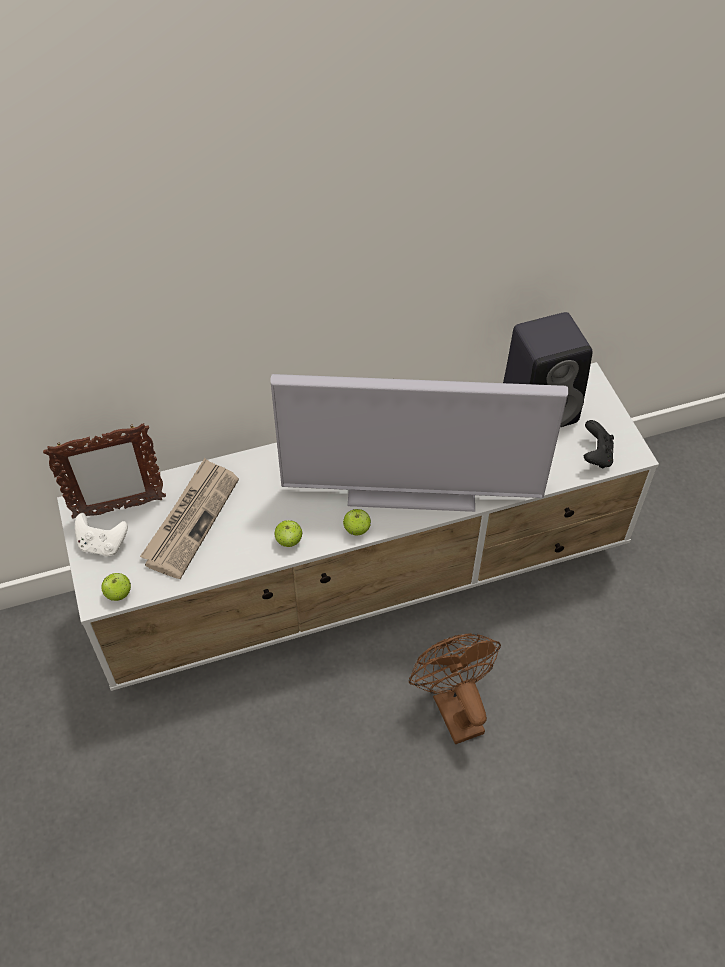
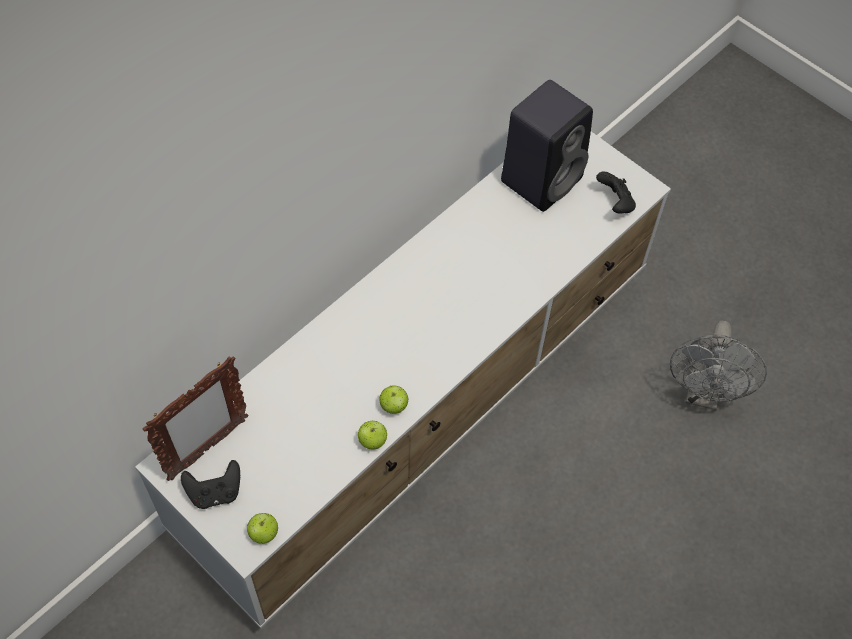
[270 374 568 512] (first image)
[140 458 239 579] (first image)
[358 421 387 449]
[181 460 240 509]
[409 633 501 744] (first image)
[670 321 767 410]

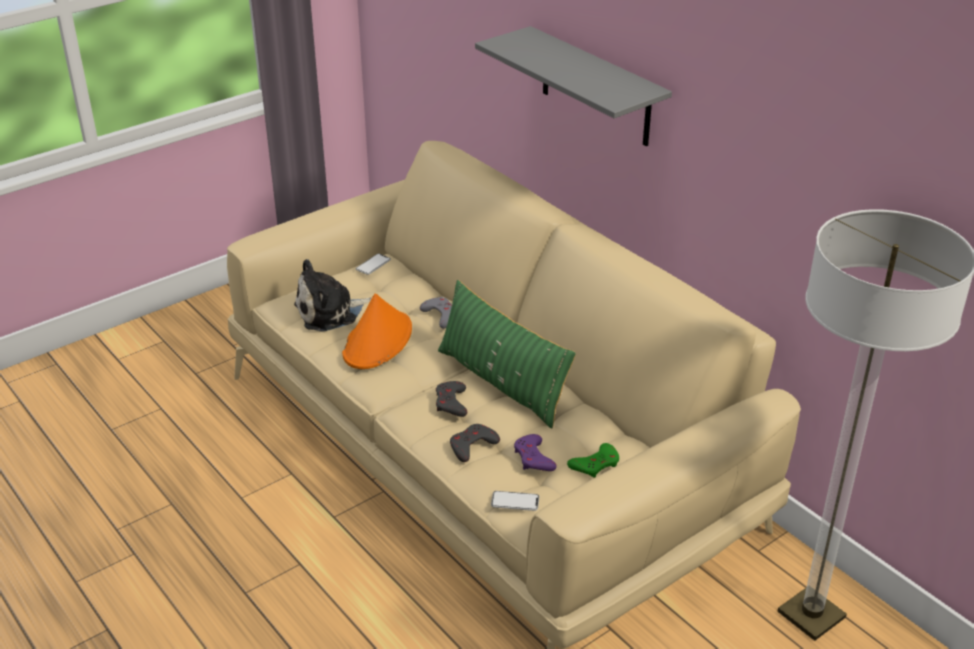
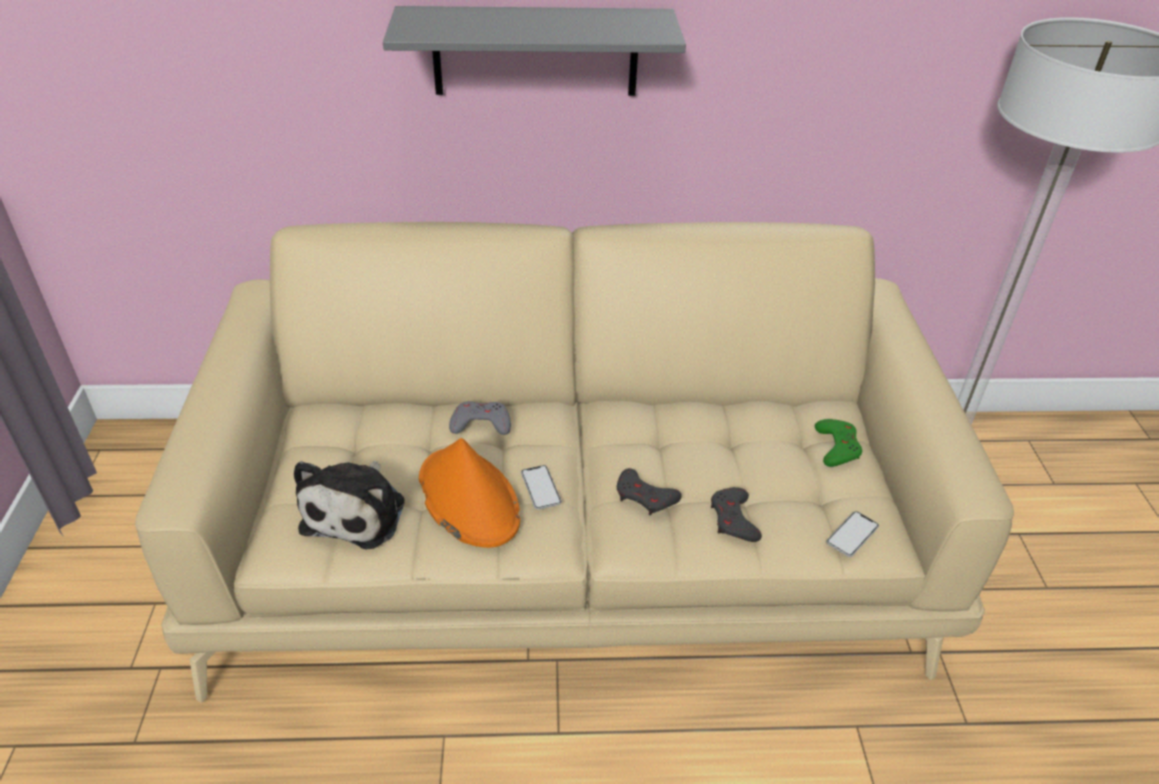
[521 465 562 510]
[438 280 576 429] (first image)
[514 434 557 471] (first image)

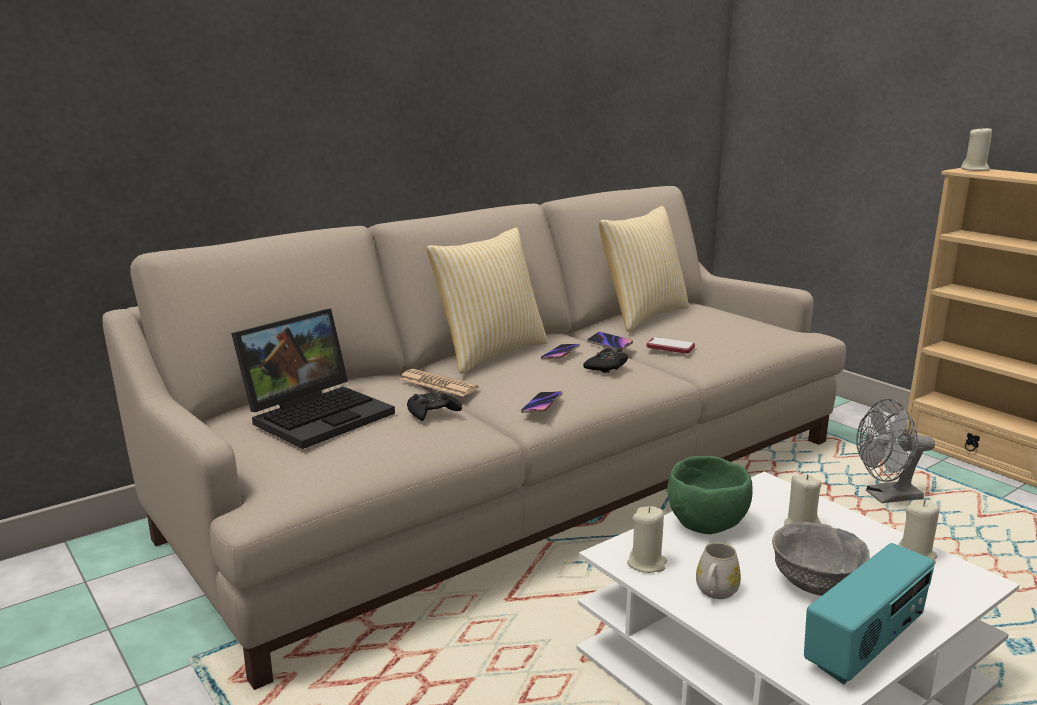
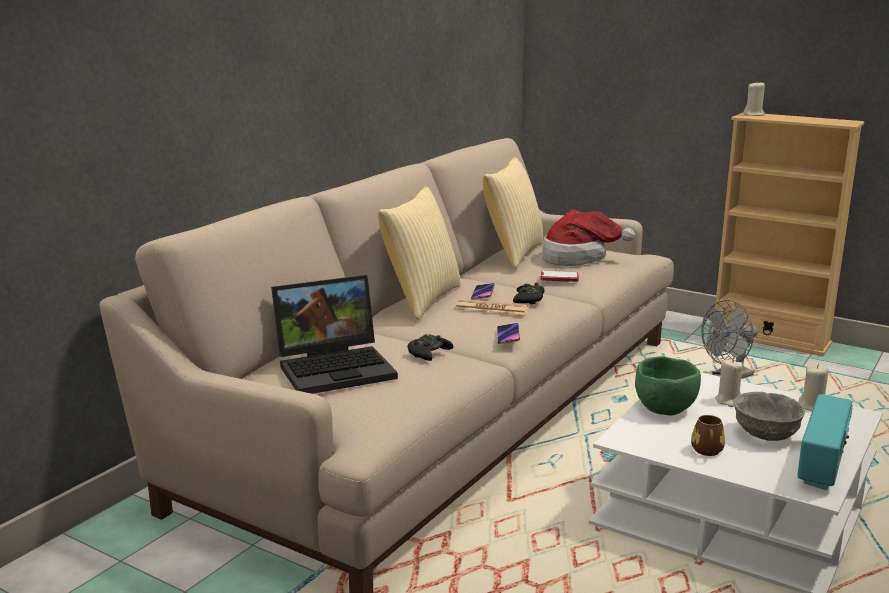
[271 275 398 394]
[587 332 633 350] (first image)
[455 299 528 315]
[627 506 667 573] (first image)
[691 415 725 456]
[542 209 635 266]

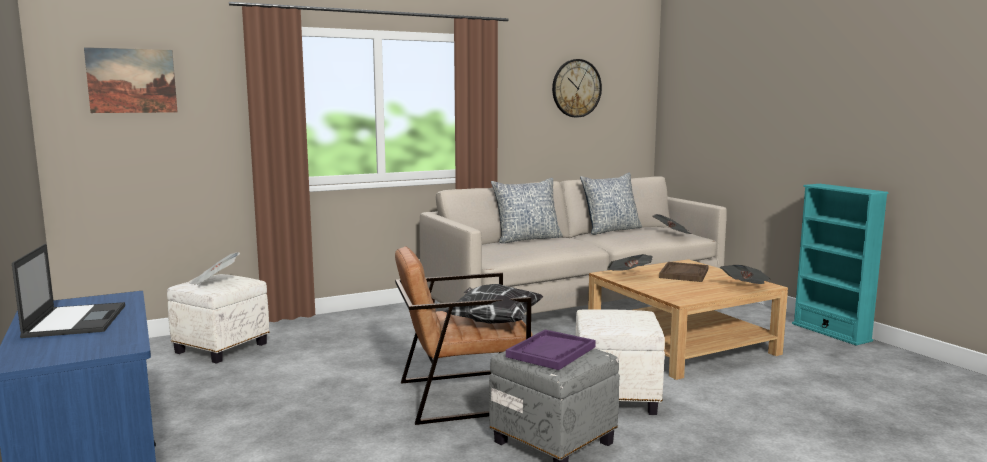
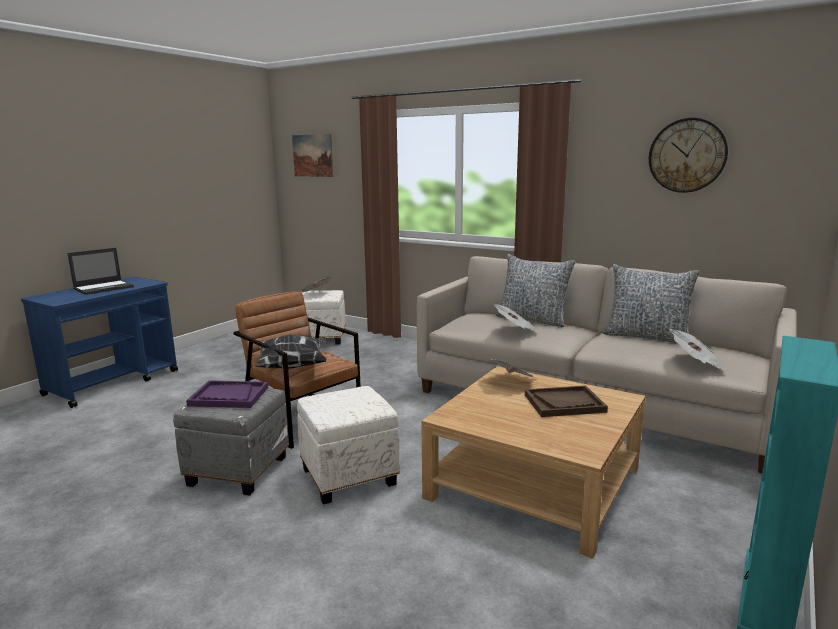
[491 303 537 332]

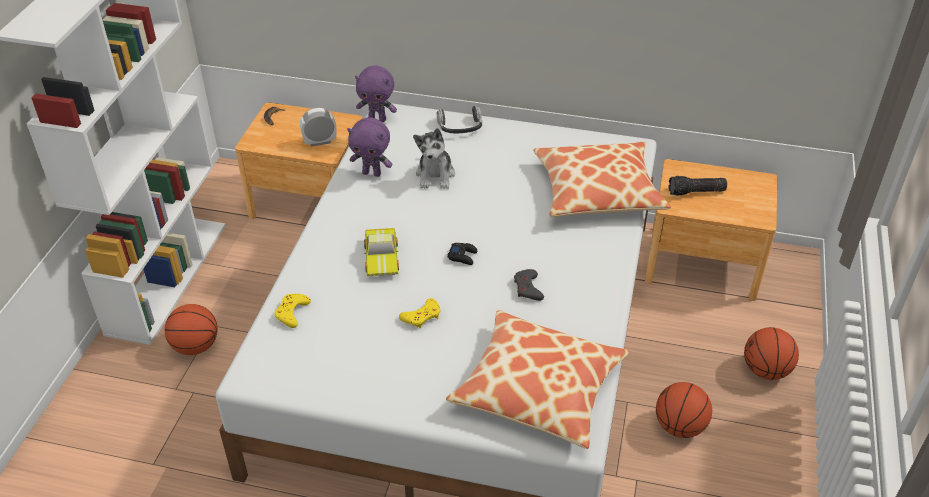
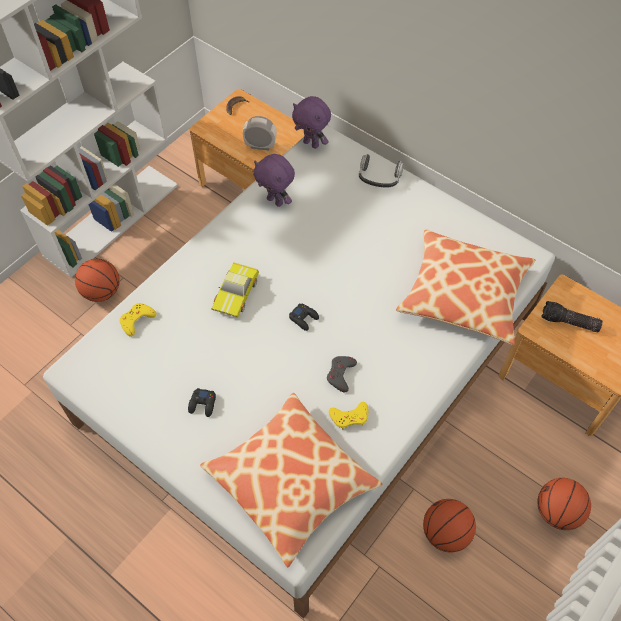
[413 128 455 189] (first image)
[329 402 368 430]
[188 388 216 417]

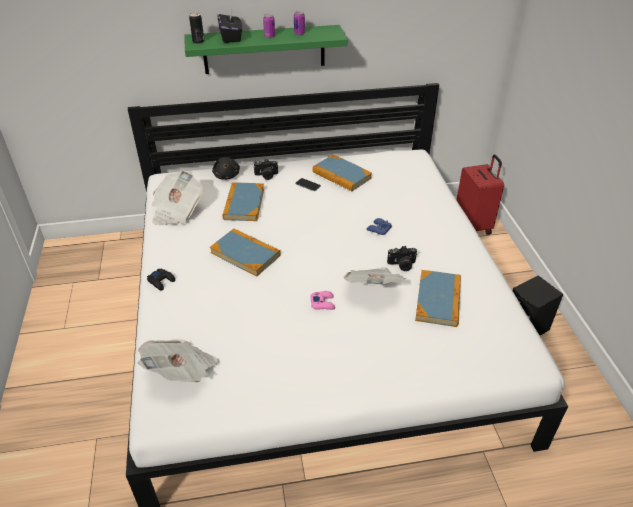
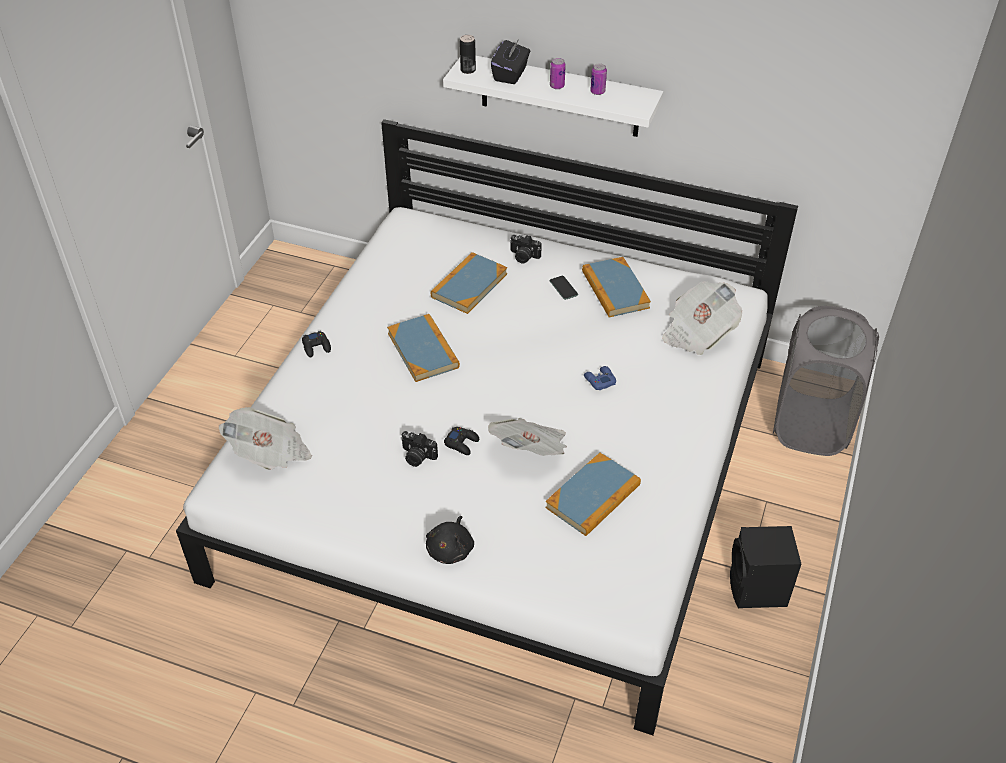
[443 56 663 137]
[773 306 879 456]
[426 516 474 564]
[662 281 742 355]
[401 431 438 467]
[444 427 479 455]

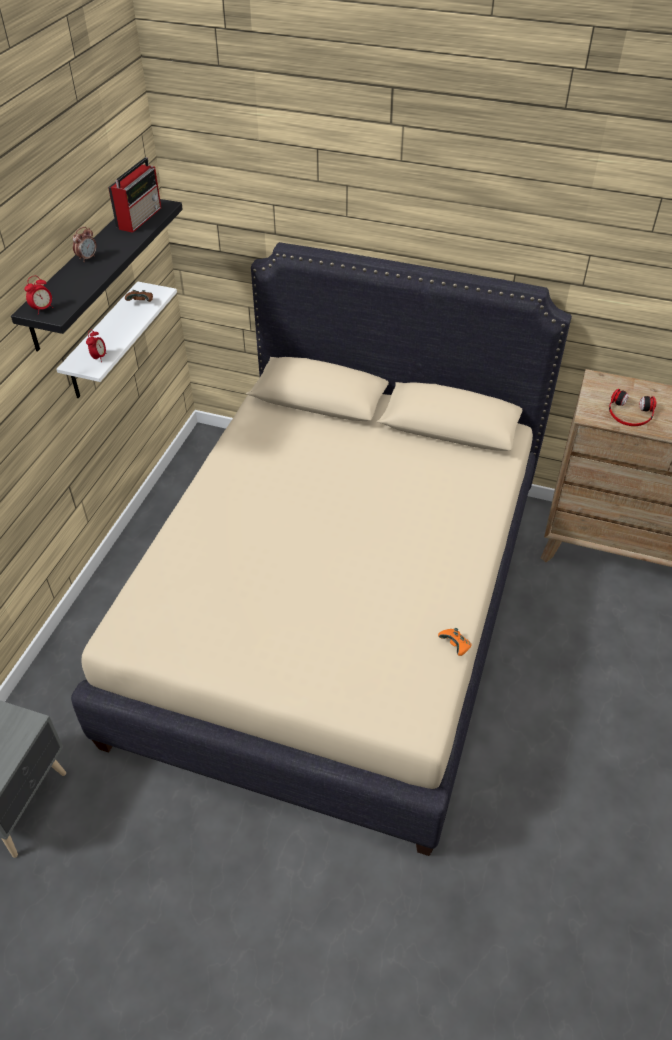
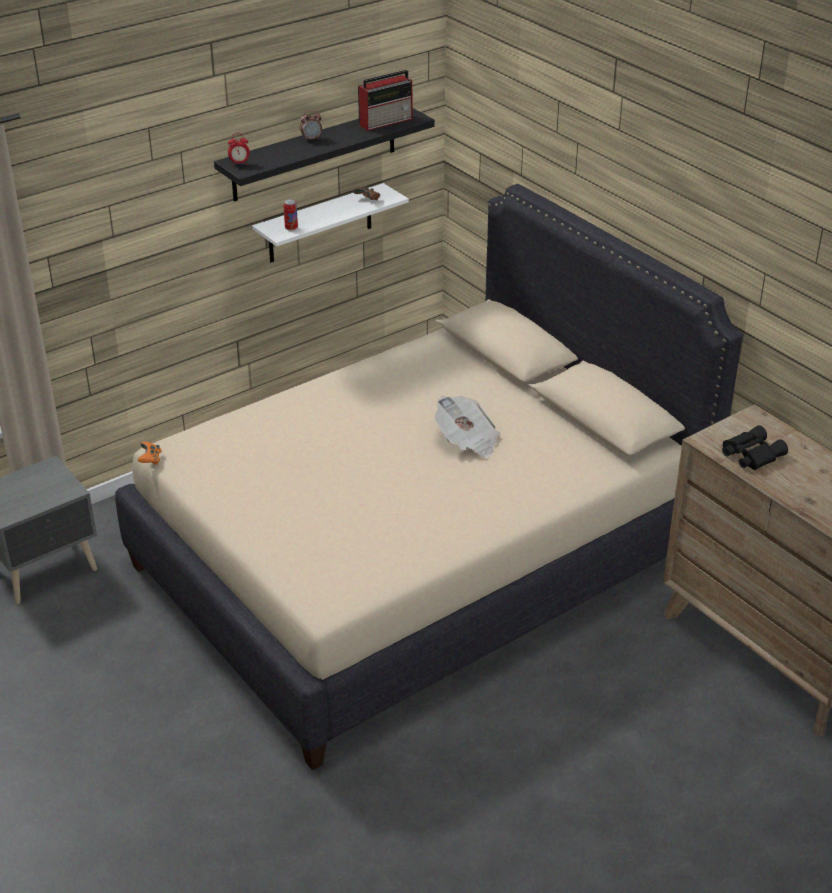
[284 199 298 231]
[722 425 788 470]
[138 442 161 465]
[434 396 500 458]

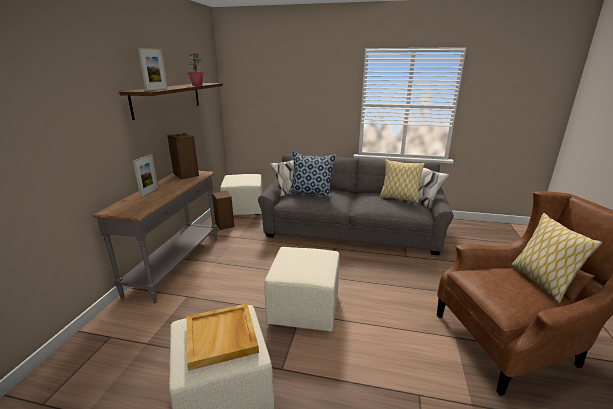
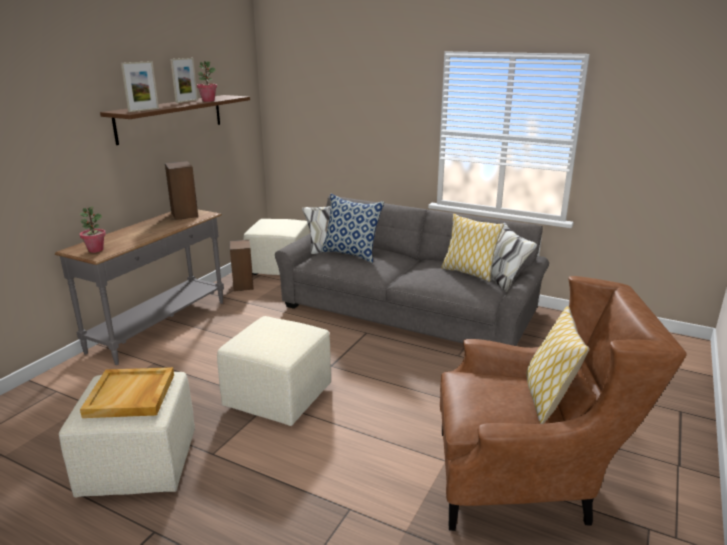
[170 58 198 103]
[80 207 106 253]

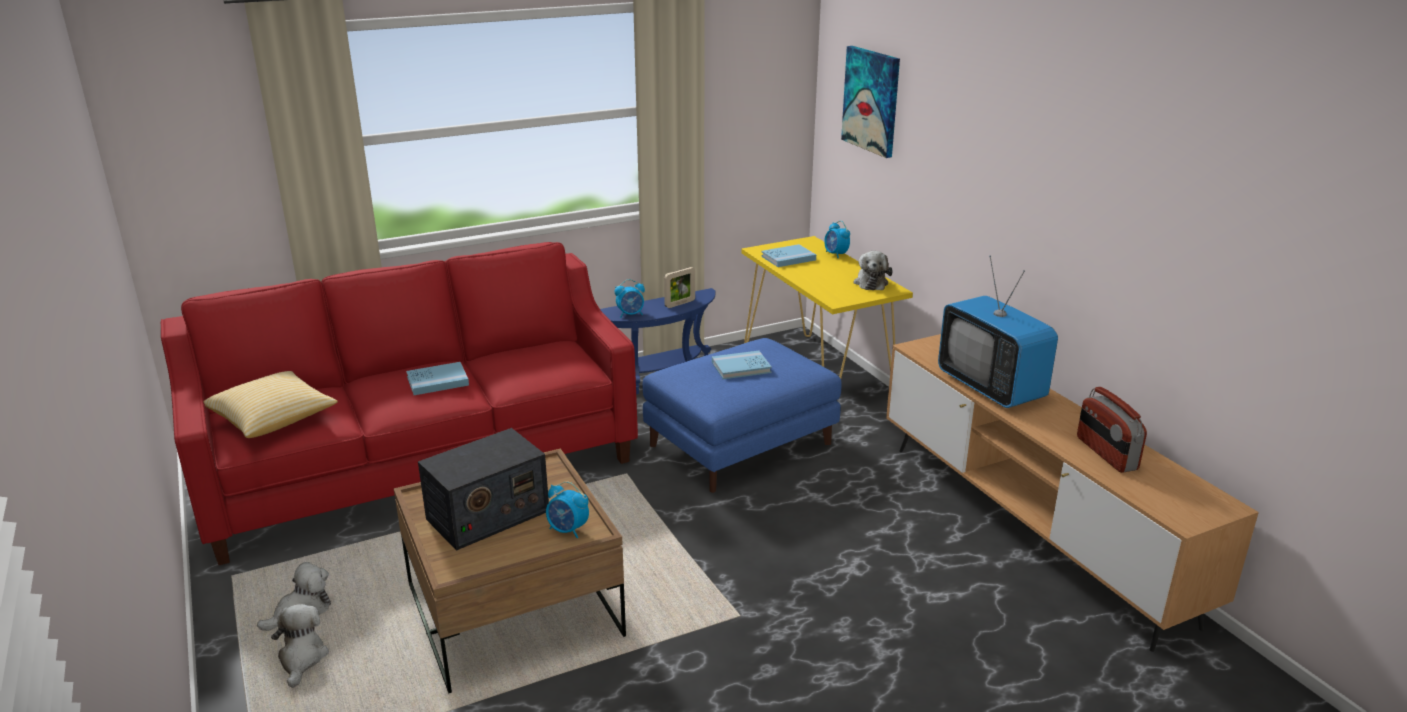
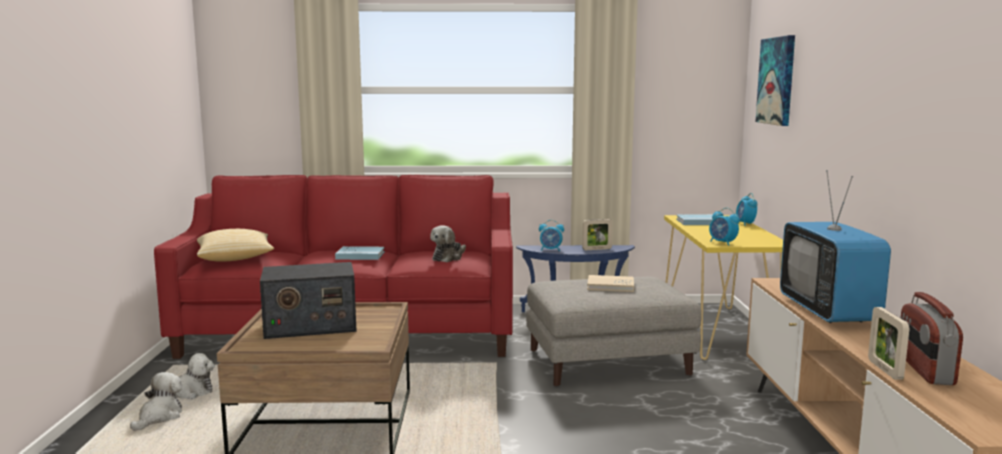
[430 225 466 262]
[526 277 702 386]
[587 275 634 292]
[709 208 740 246]
[868 307 909 380]

